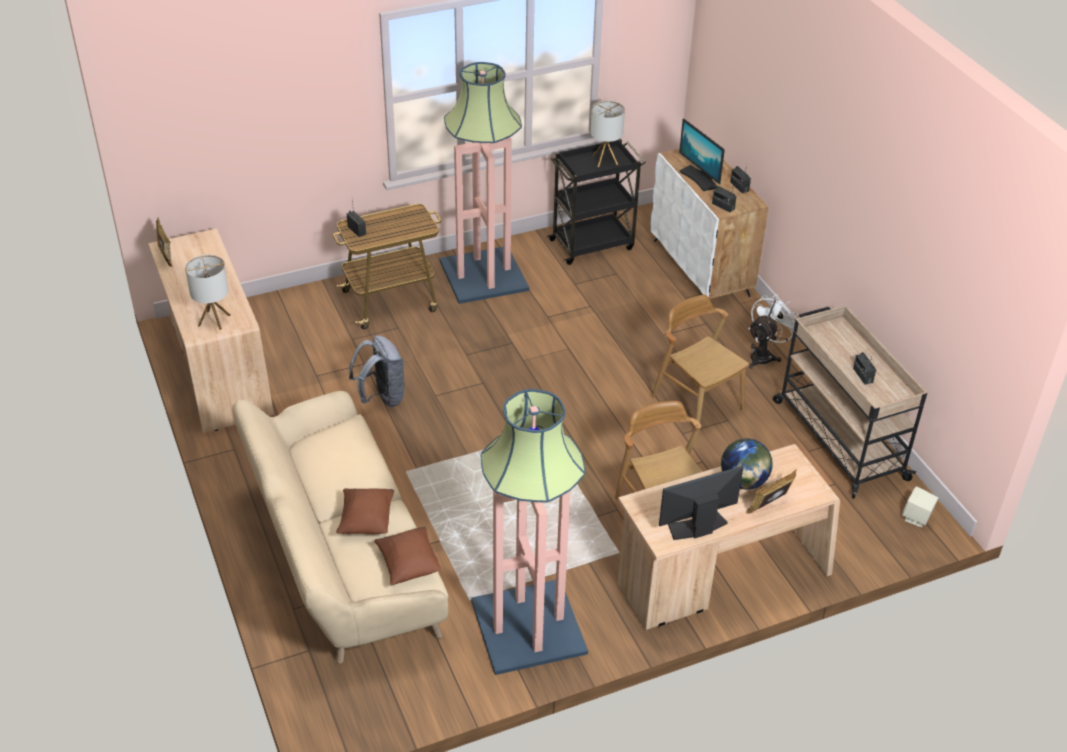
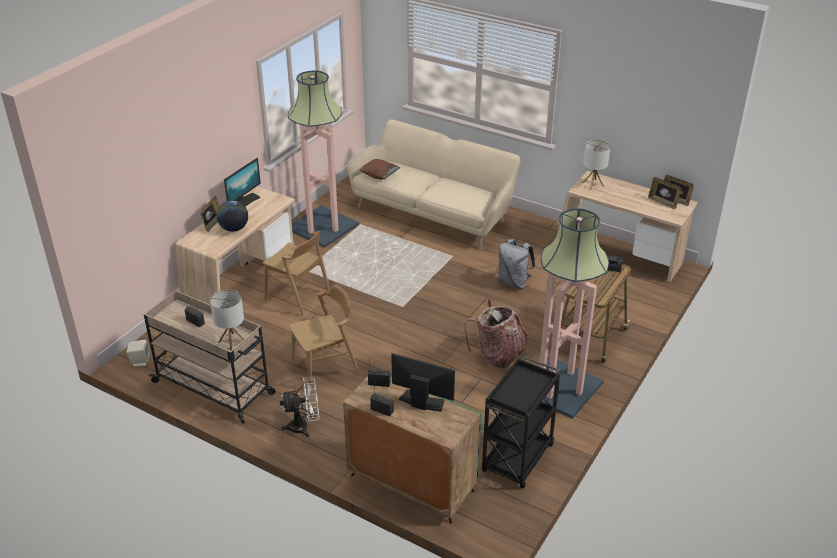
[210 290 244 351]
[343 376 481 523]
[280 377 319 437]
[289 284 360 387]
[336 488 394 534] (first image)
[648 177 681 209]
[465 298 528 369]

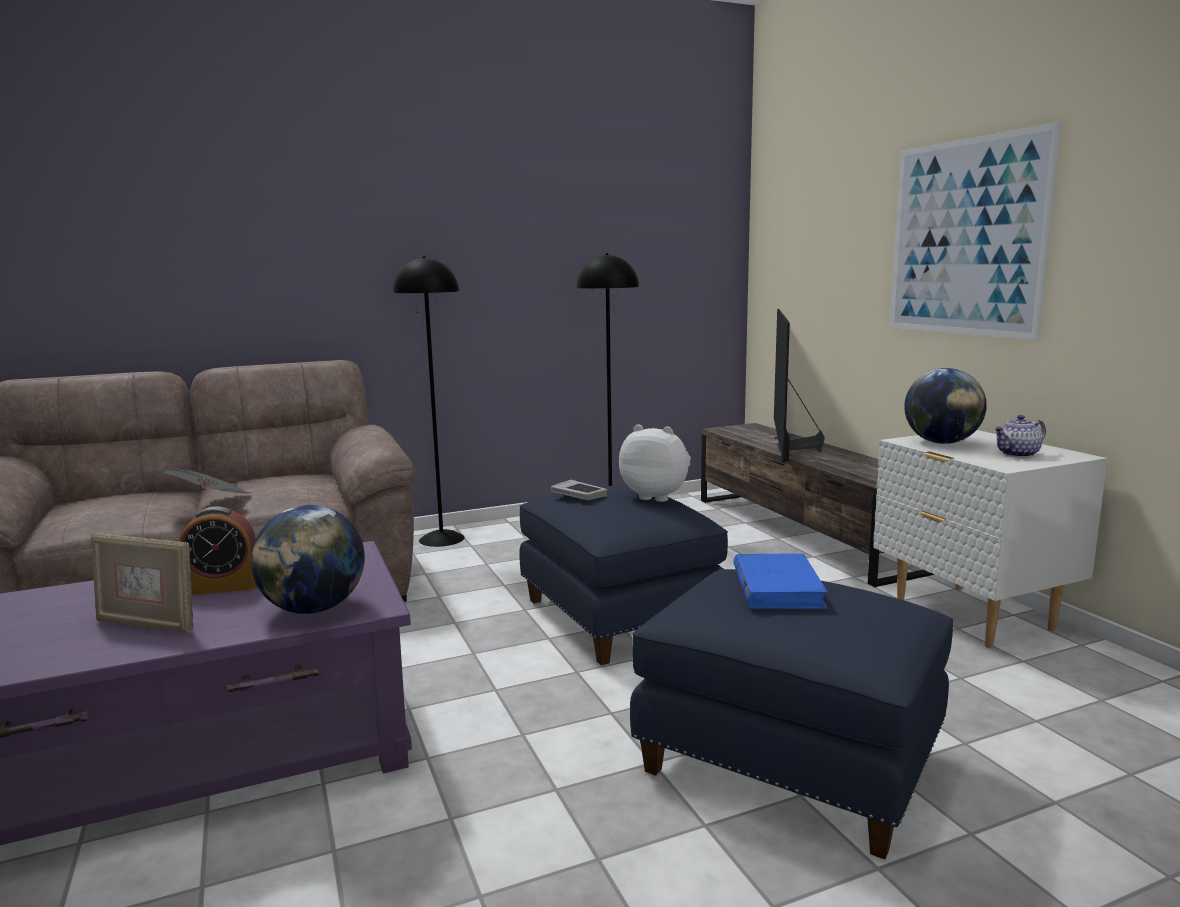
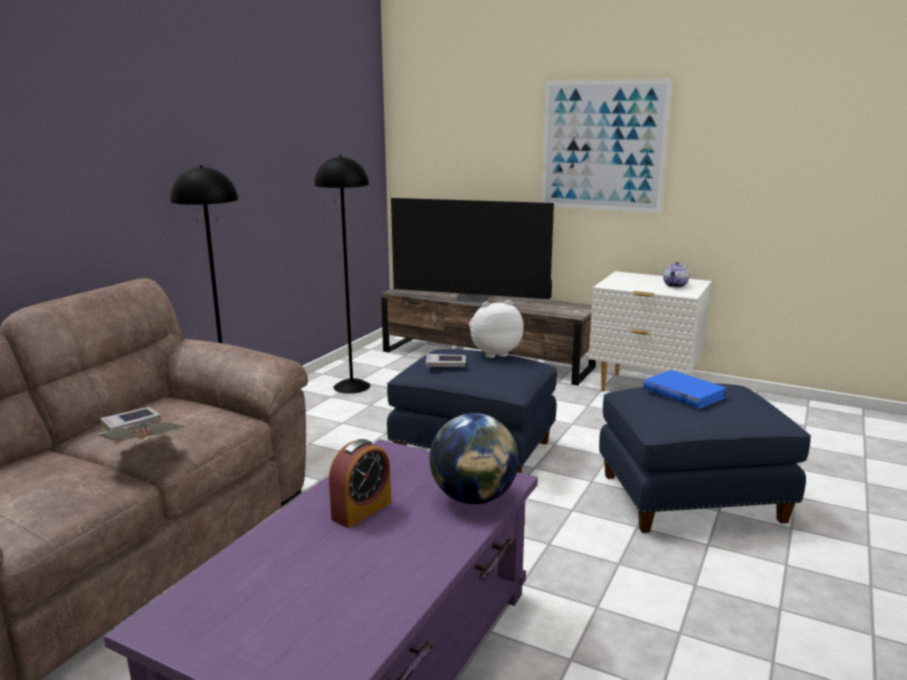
[391 198 554 302]
[904 368 987 444] (first image)
[91 532 193 634] (first image)
[100 407 161 431]

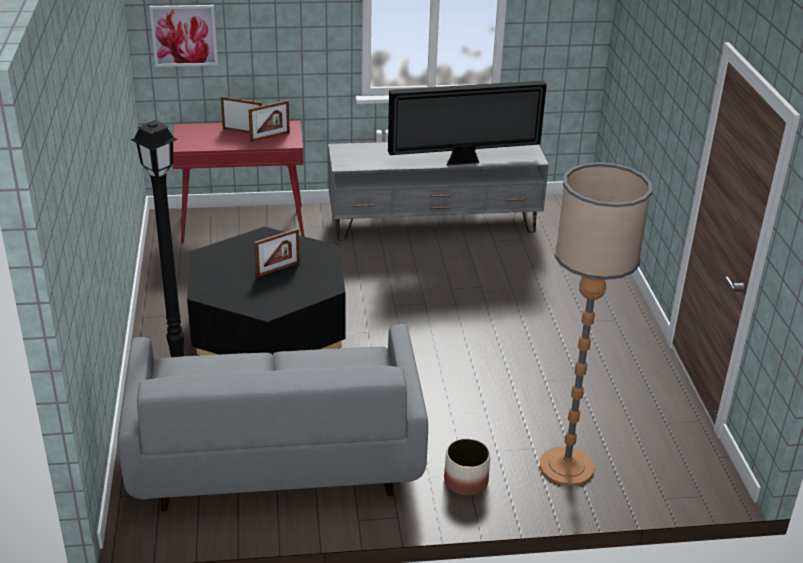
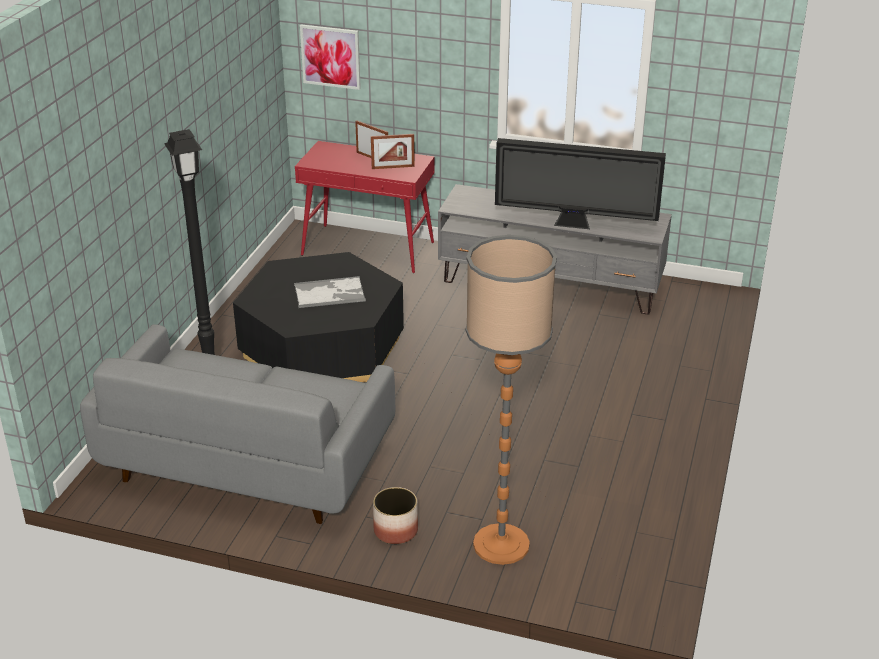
[294 276 366 308]

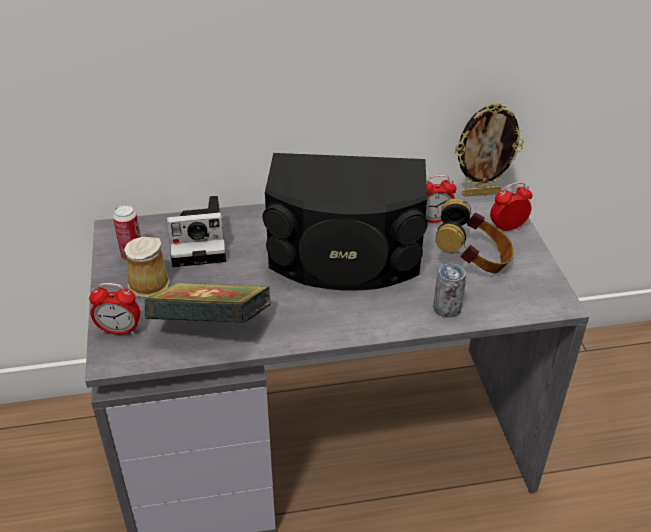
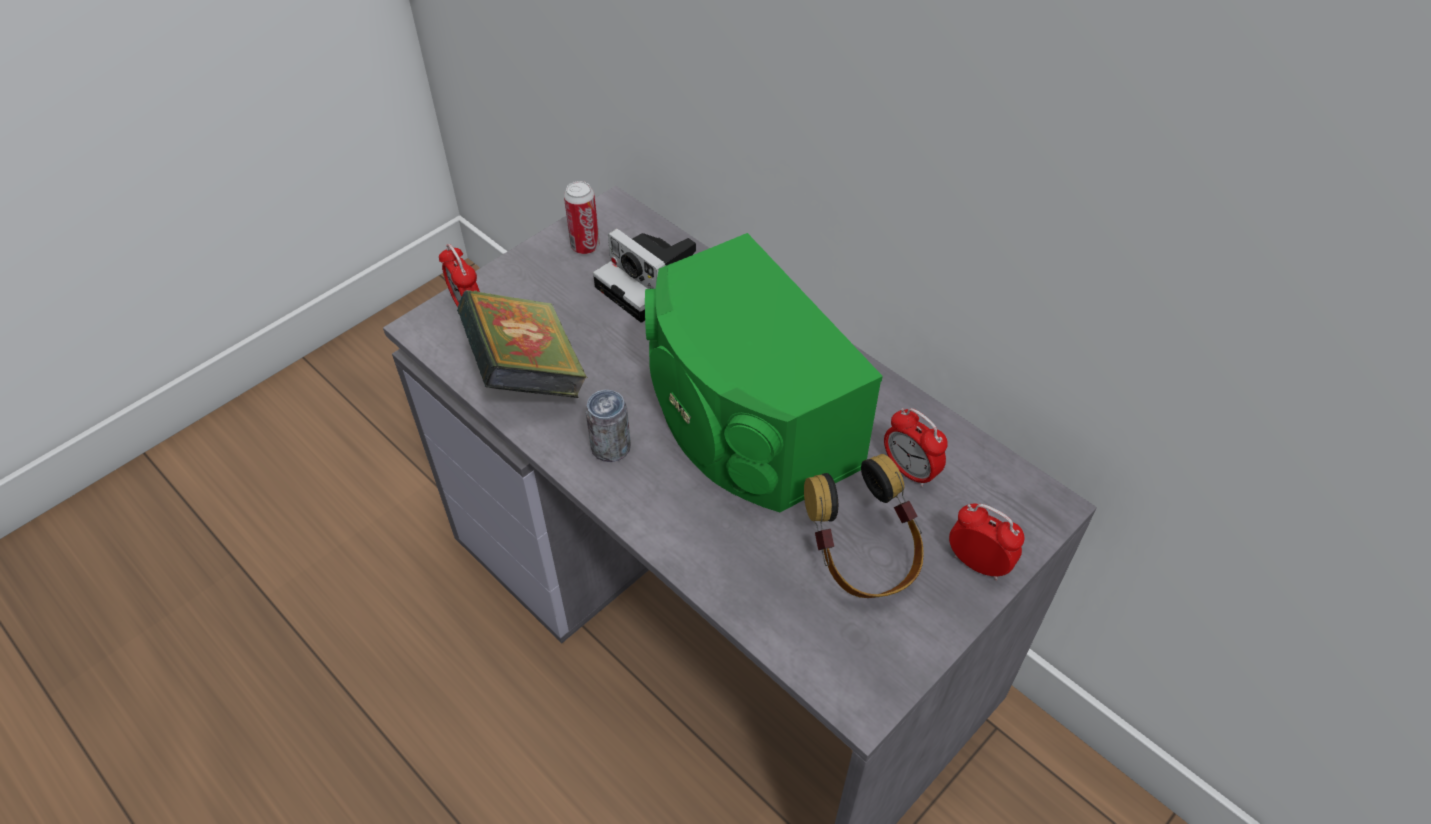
[455 103 524 196] (first image)
[645 233 883 512]
[124 237 170 298] (first image)
[586 390 631 462]

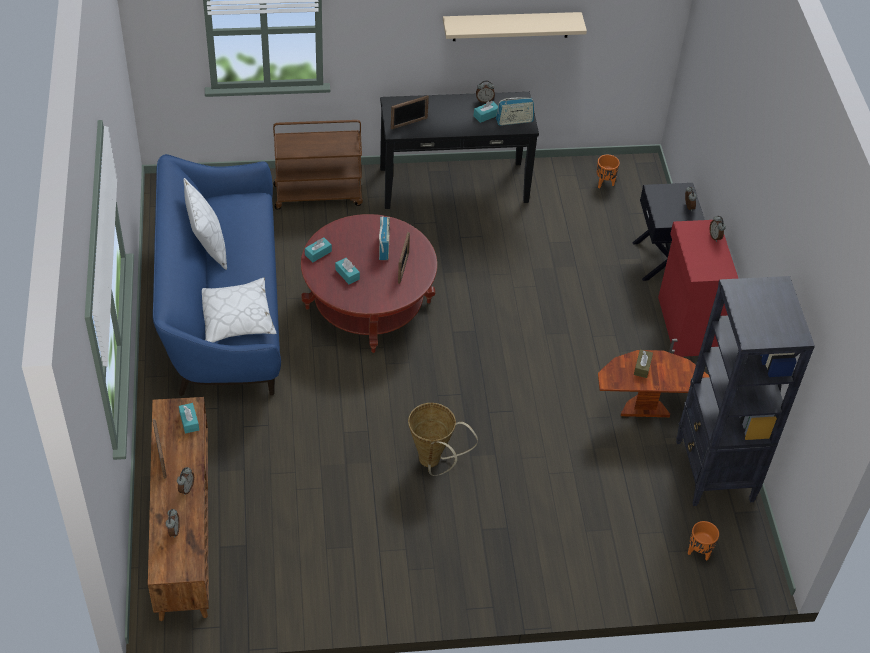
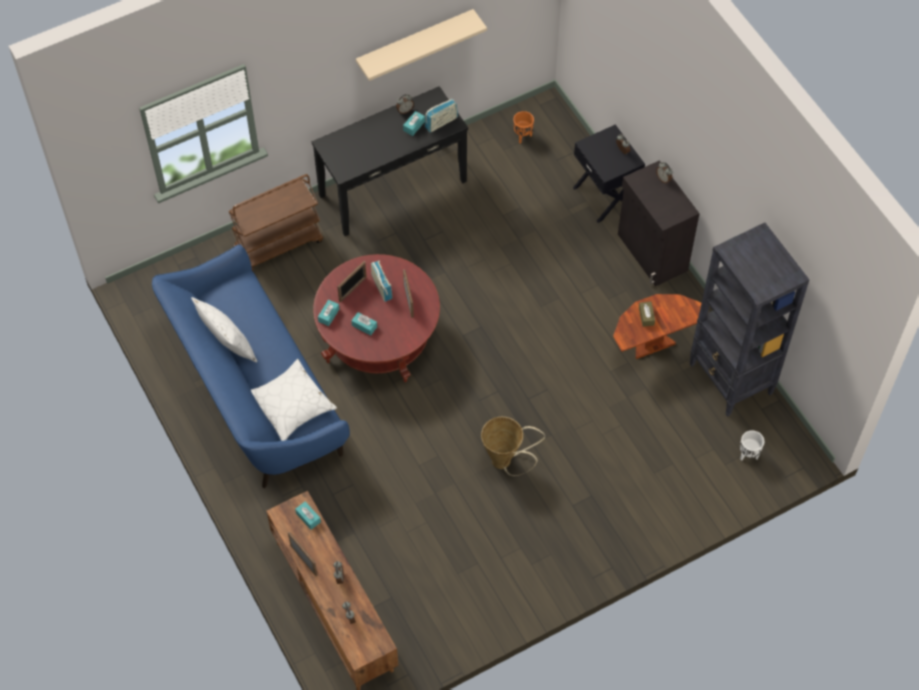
[337 261 367 302]
[618 160 700 286]
[740 430 764 461]

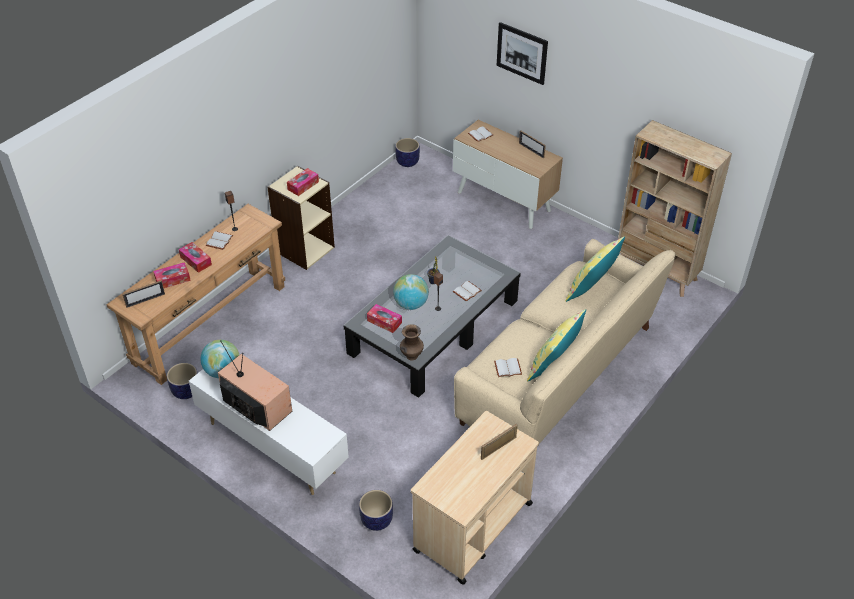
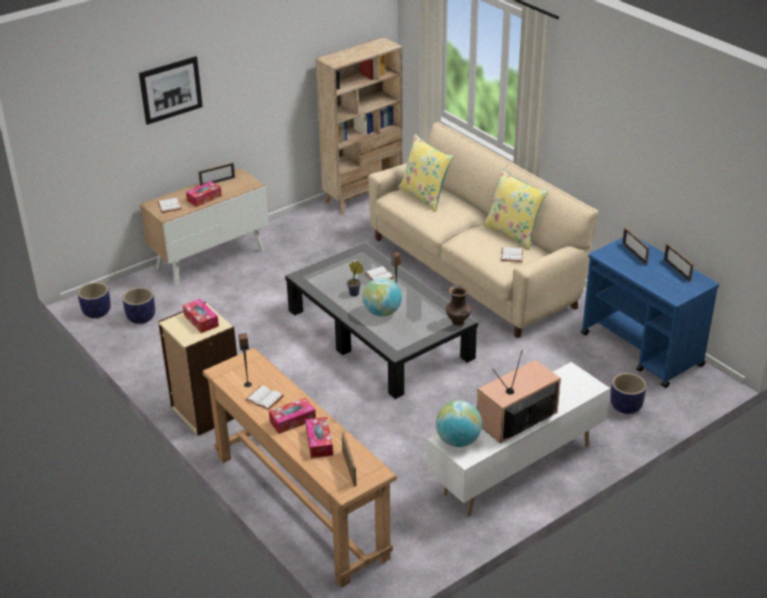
[186 181 222 207]
[123 287 155 324]
[581 238 719 388]
[664 243 694 282]

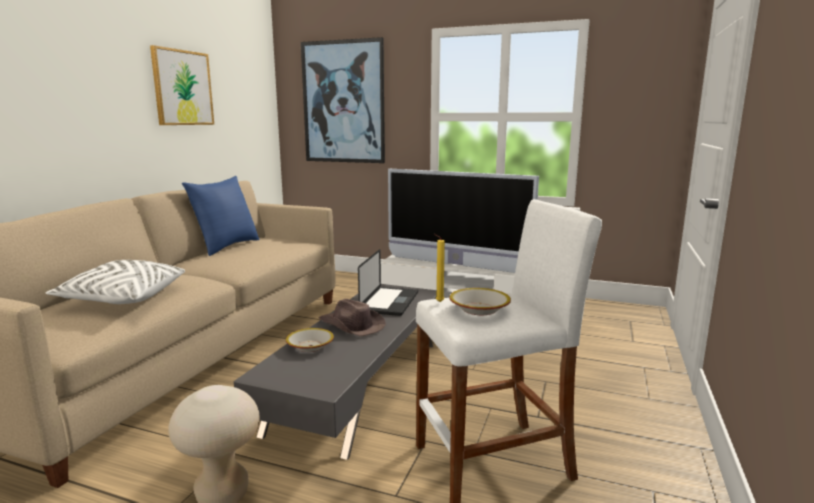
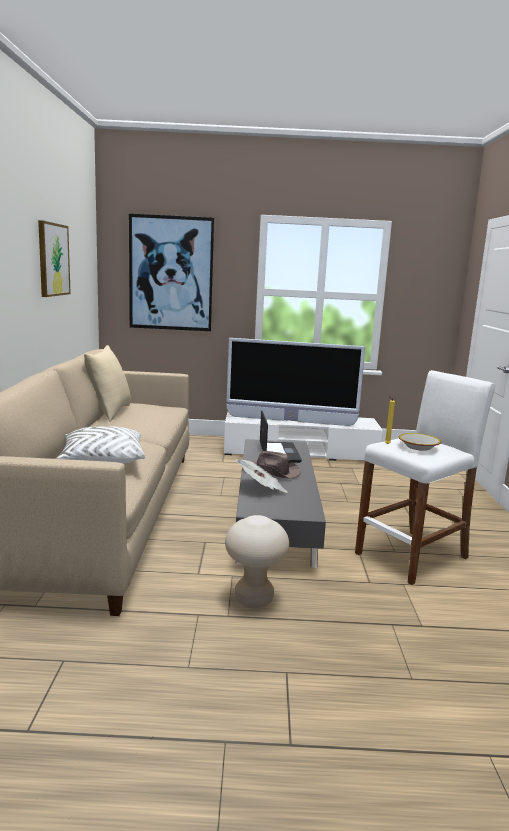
[84 345 131 422]
[235 459 288 493]

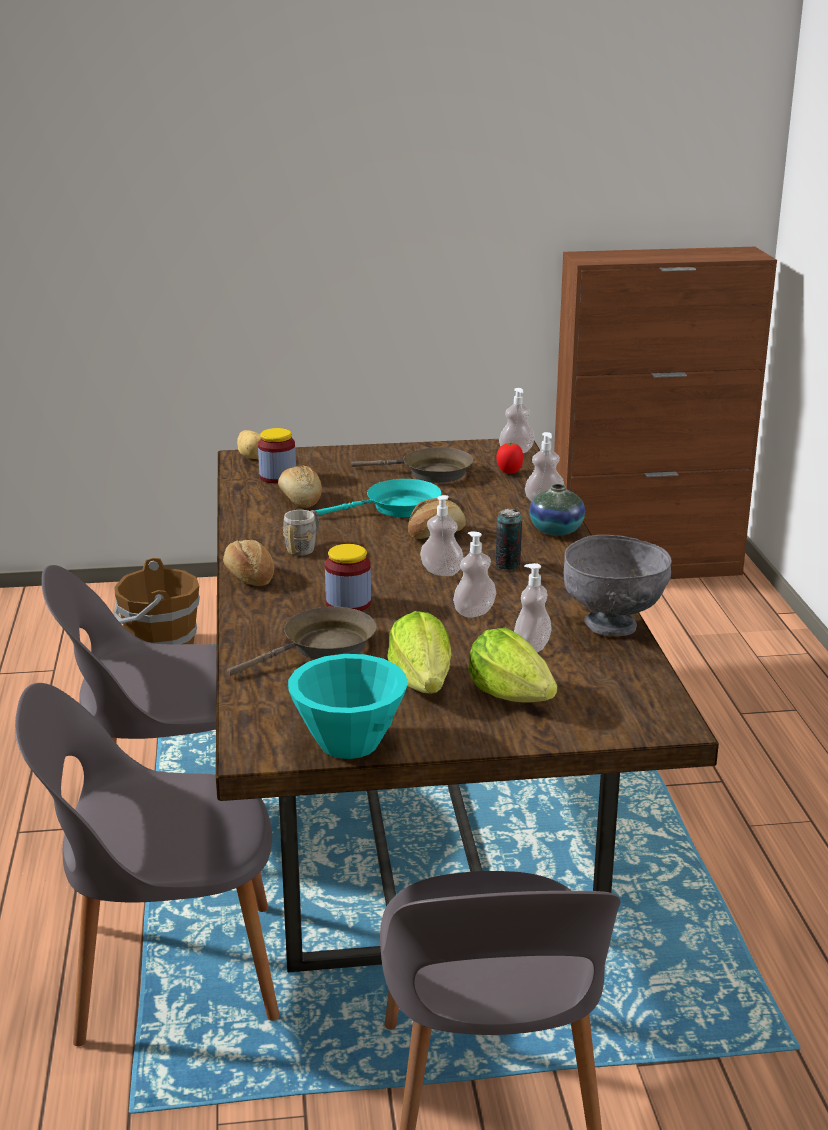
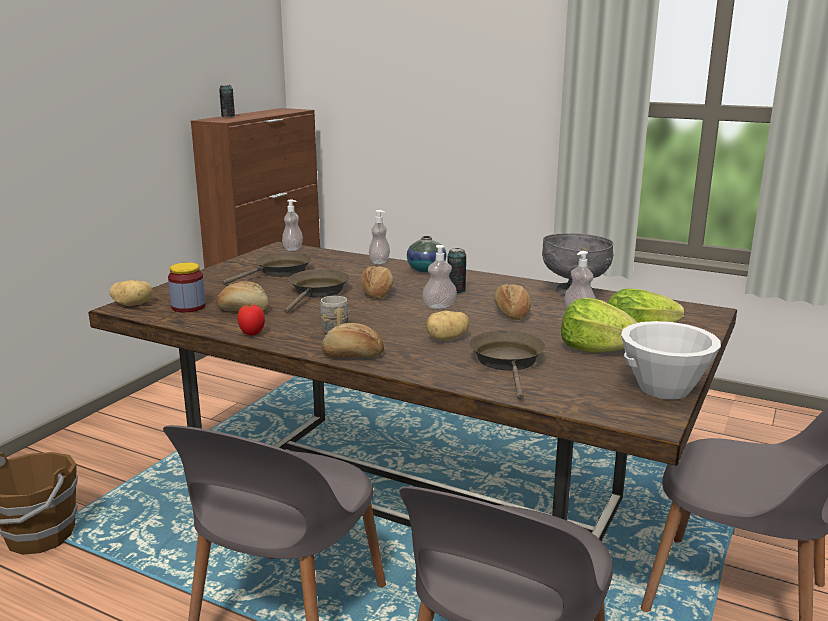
[237 304 265 336]
[284 269 349 313]
[494 284 531 320]
[426 311 469 341]
[621 321 721 400]
[219 85 235 117]

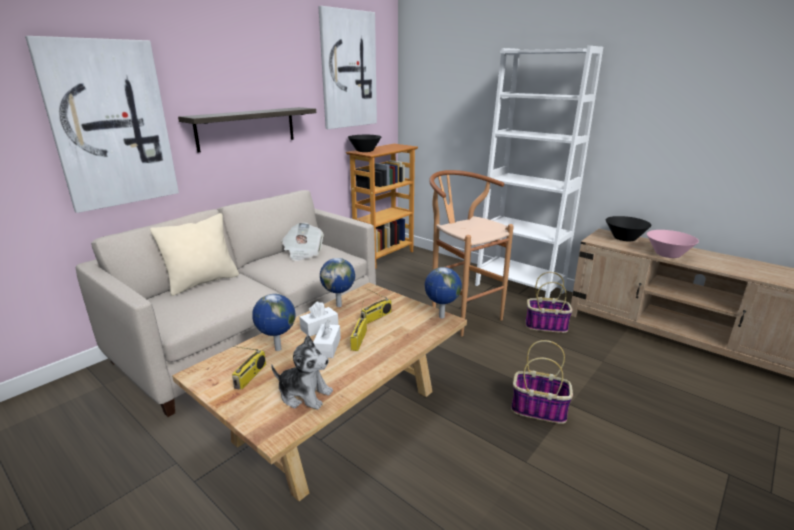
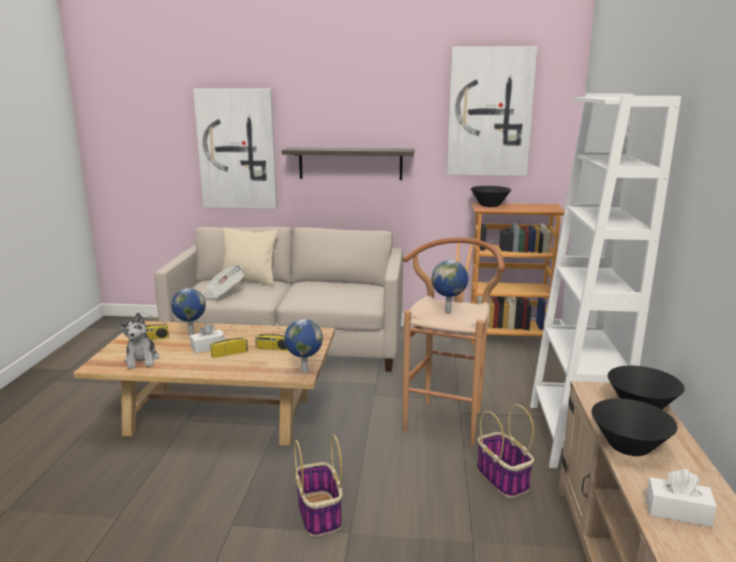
[201 265 244 299]
[591 398 677 456]
[431 260 468 313]
[646 469 717 527]

